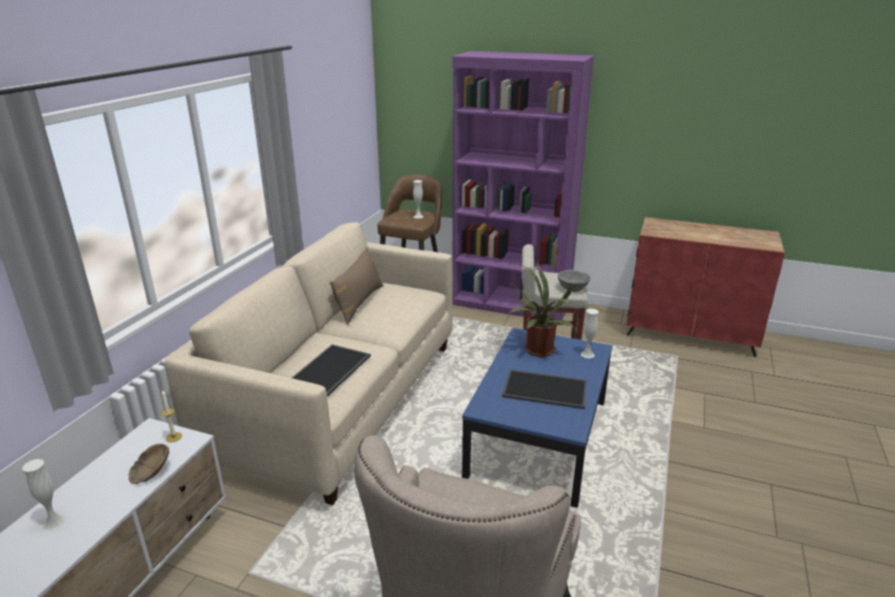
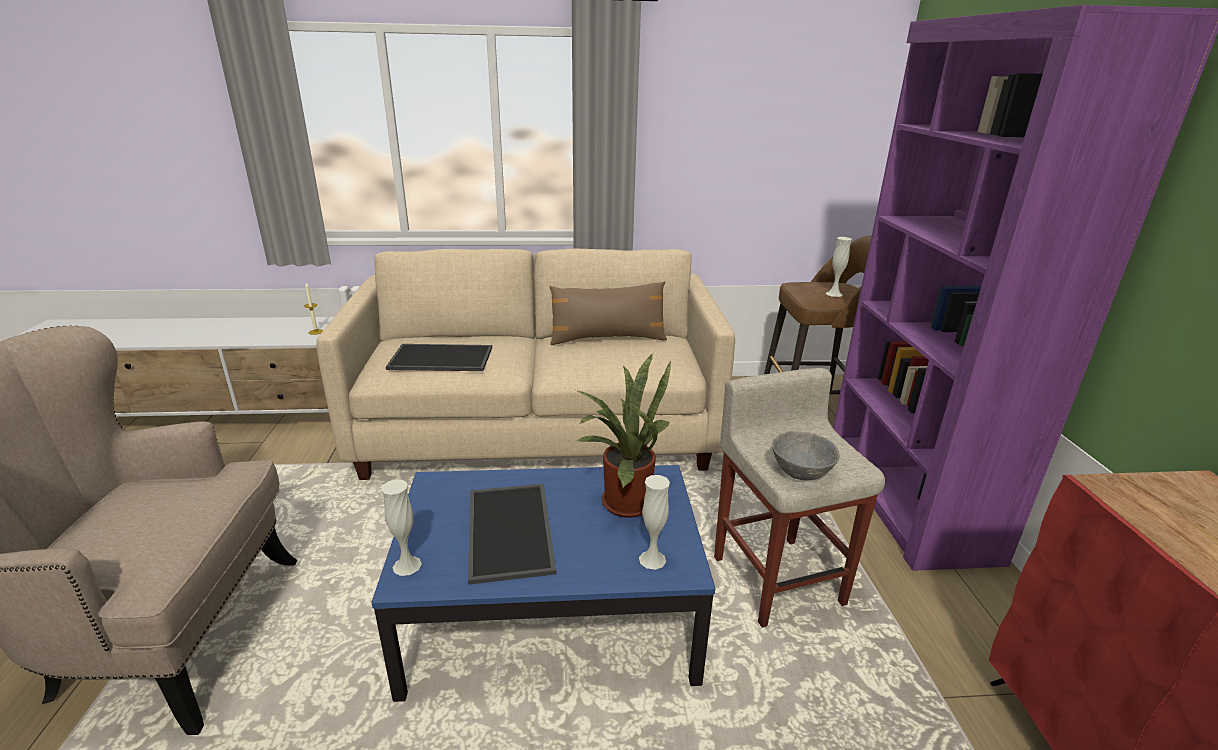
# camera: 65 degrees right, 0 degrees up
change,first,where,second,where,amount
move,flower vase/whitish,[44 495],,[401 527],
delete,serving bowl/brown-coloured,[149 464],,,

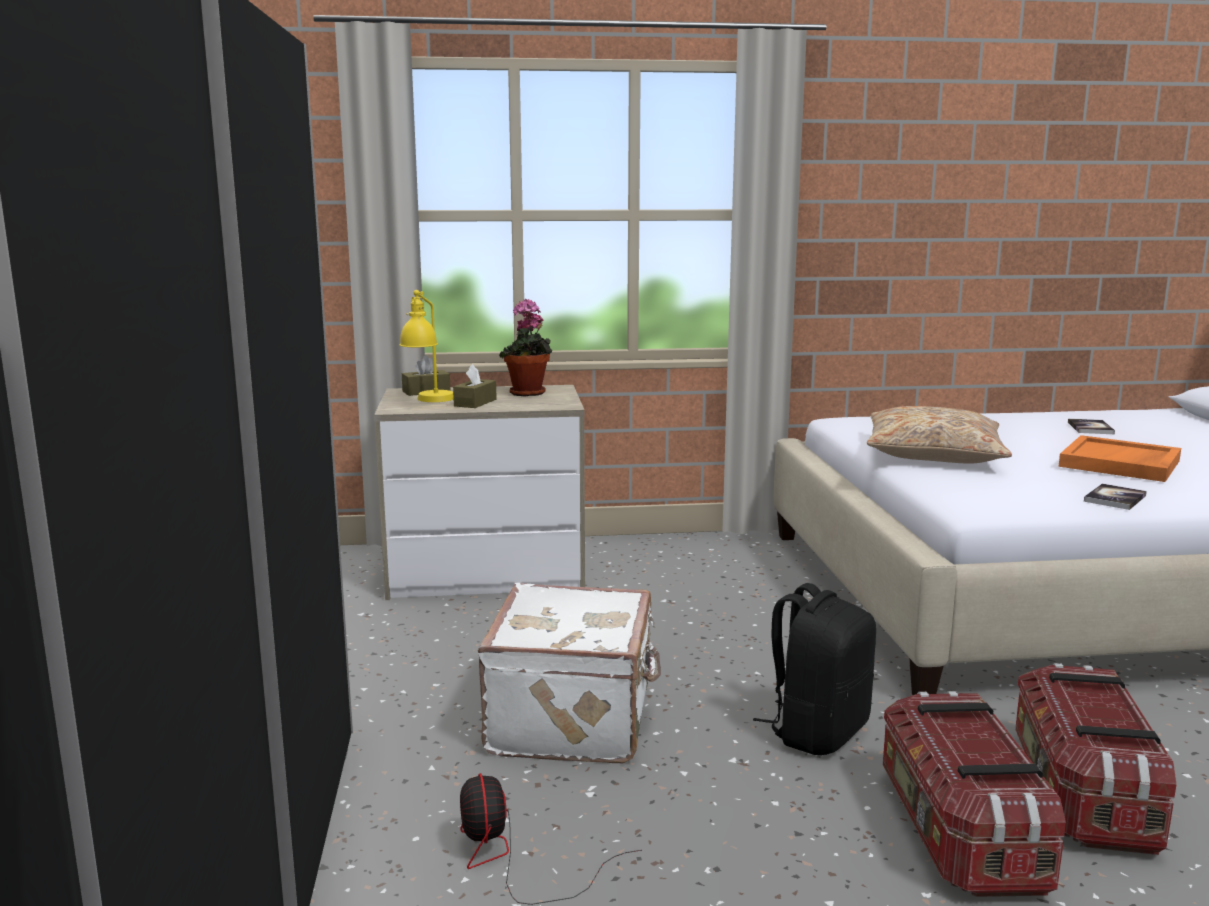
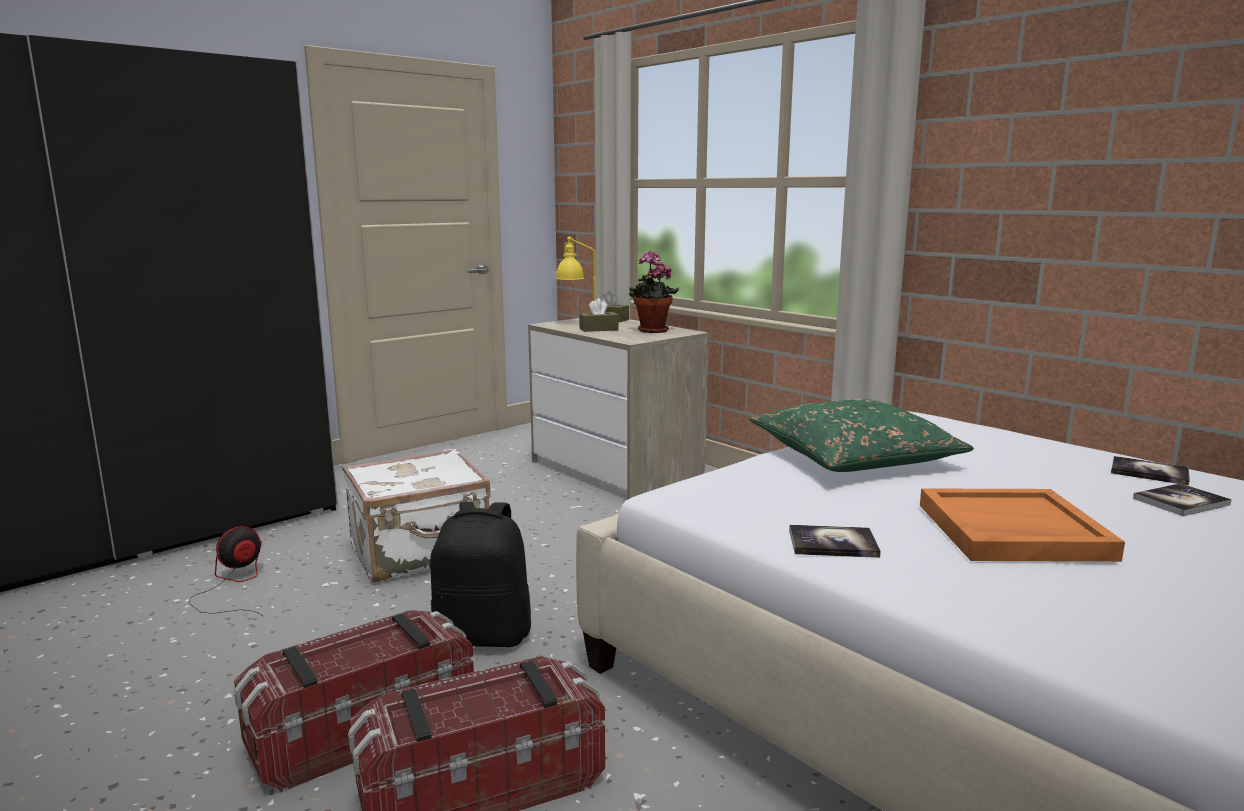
# camera: 55 degrees right, 0 degrees up
change,first,where,second,where,amount
recolor,throw pillow/beige-coloured,[939 435],throw pillow/green-coloured,[862 435],
insert,,,bound book,[1150 470],

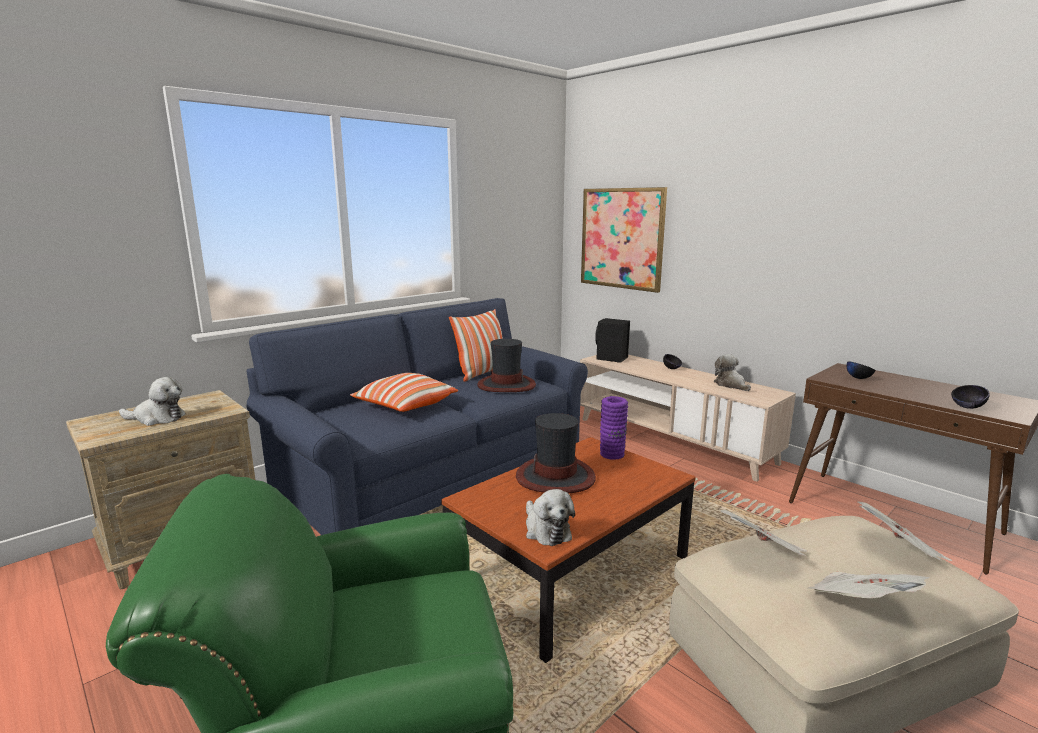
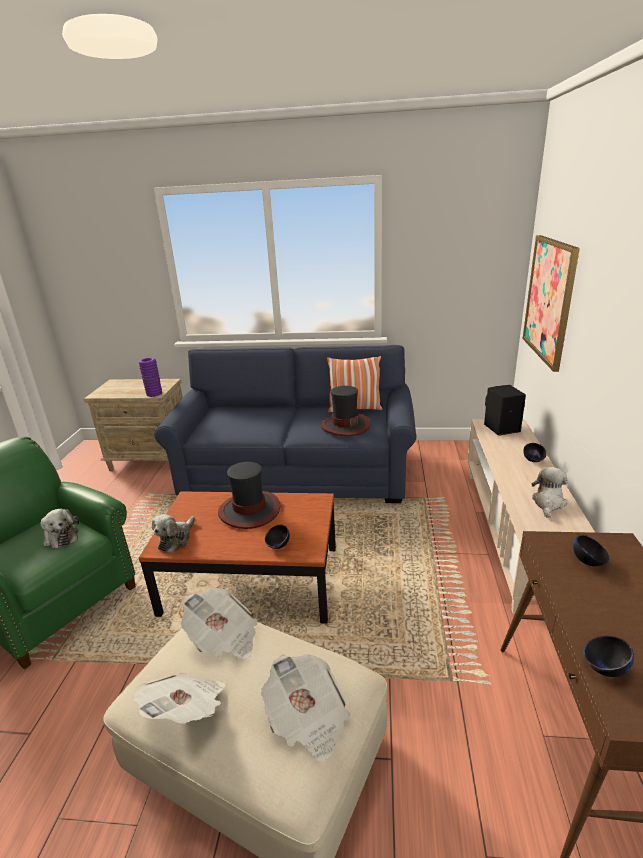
# camera: 50 degrees right, 10 degrees up
change,first,where,second,where,amount
move,soft toy,[152 401],,[60 528],
delete,throw pillow,[404 392],,,
move,flower vase/purplish,[614 428],,[150 377],
insert,,,serving bowl/blackish,[277 537],

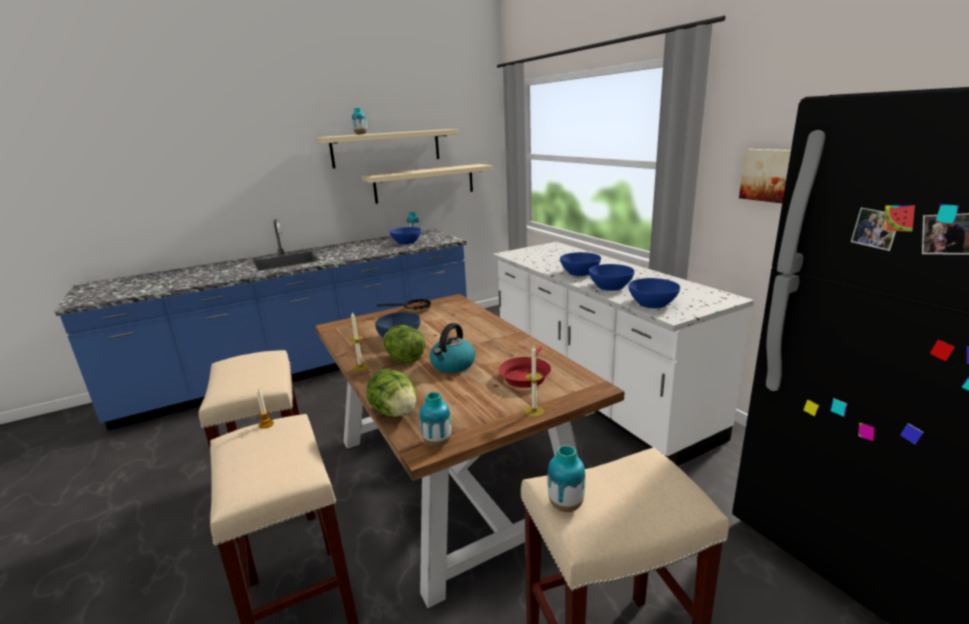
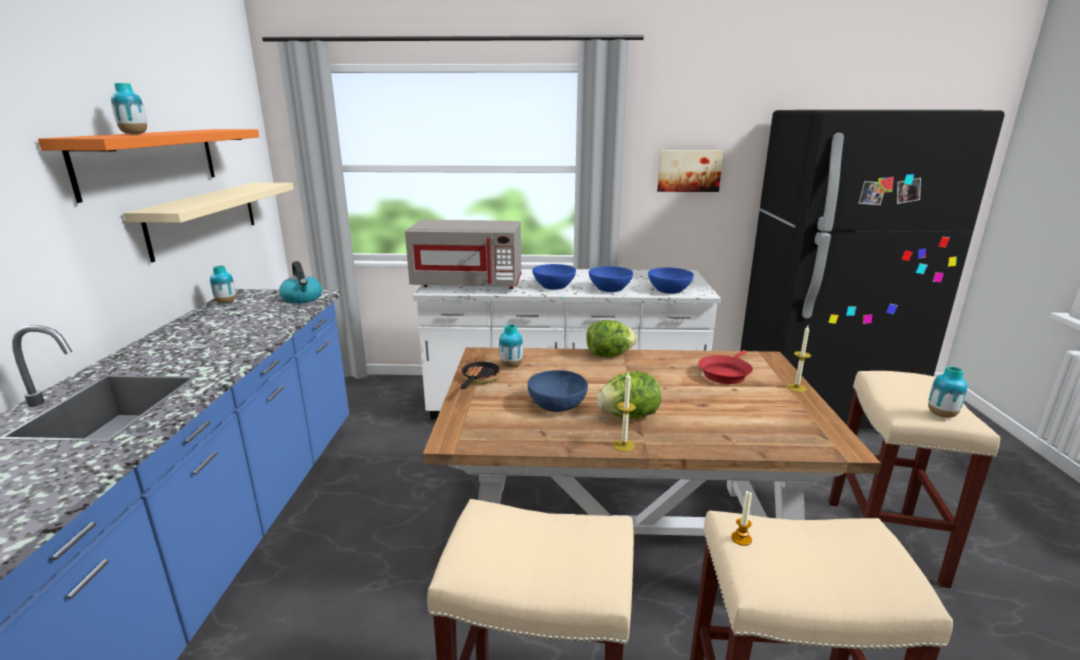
# camera: 60 degrees left, 0 degrees up
change,first,where,second,where,amount
recolor,wall shelf/beige-coloured,[387 148],wall shelf/orangey,[148 166],
move,lettuce,[391 392],,[611 338],
delete,serving bowl/bluish,[405 235],,,
move,flower vase,[435 419],,[511 345],
move,water kettle,[453 348],,[300 282],
rotate,pan/red,[525 367],,[725 367],75 degrees clockwise
insert,,,microwave oven/greyish,[463 254],

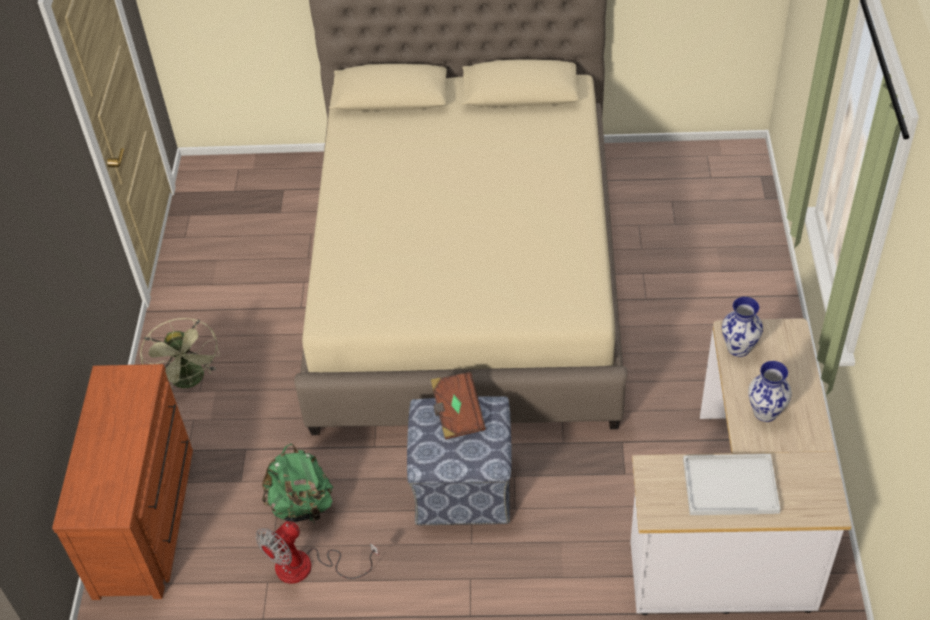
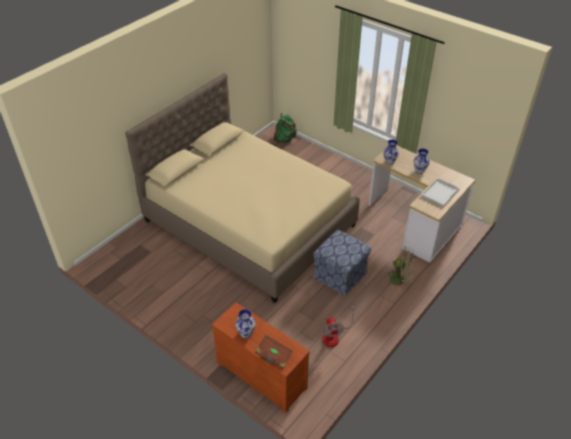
# camera: 55 degrees left, 5 degrees down
change,first,where,second,where,amount
move,fan/green-coloured,[179 354],,[400 268],
move,rucksack/green-coloured,[297 483],,[285 128],
move,bound book/brown-coloured,[458 406],,[274 352],
insert,,,flower vase,[245 323],

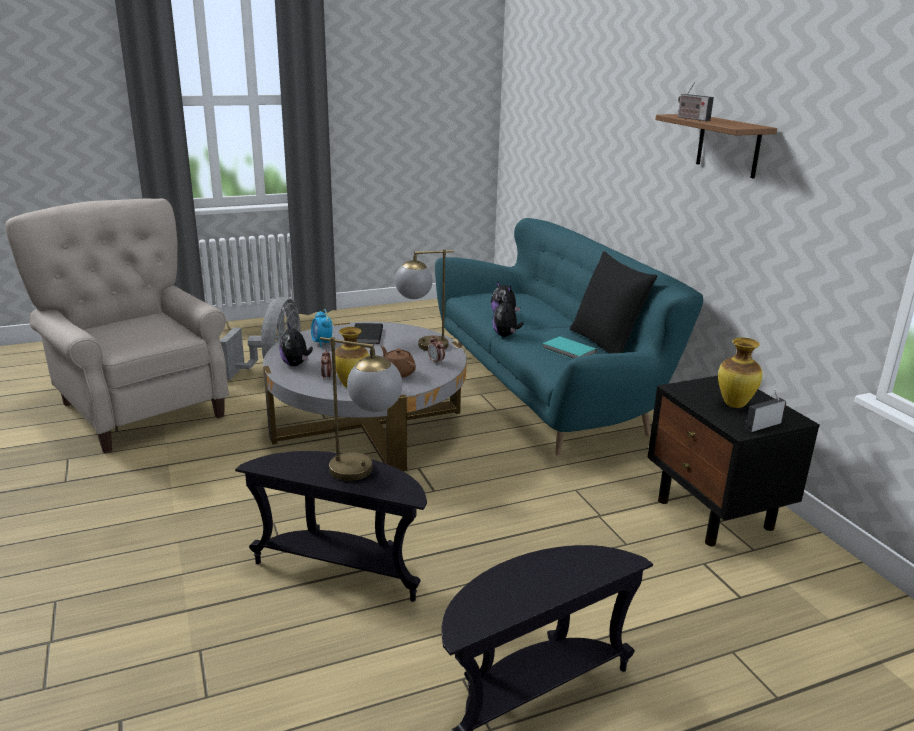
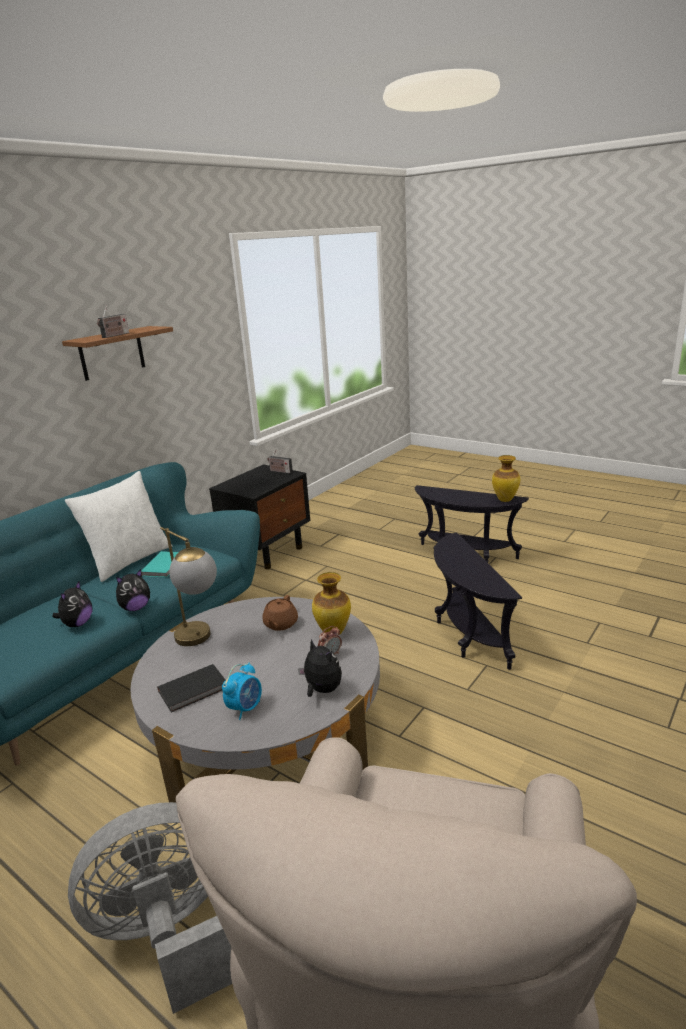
# camera: 120 degrees left, 0 degrees up
change,first,where,second,where,amount
rotate,soft toy,[296 345],,[320 668],75 degrees counterclockwise
delete,lamp for a table,[361 409],,,
delete,bedside clock,[436 350],,,
recolor,throw pillow/blackish,[613 302],throw pillow/whitish,[118 526],
move,flower vase,[740 373],,[506 478],

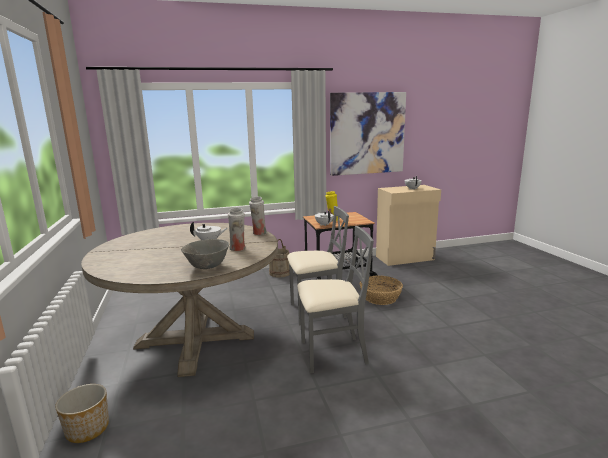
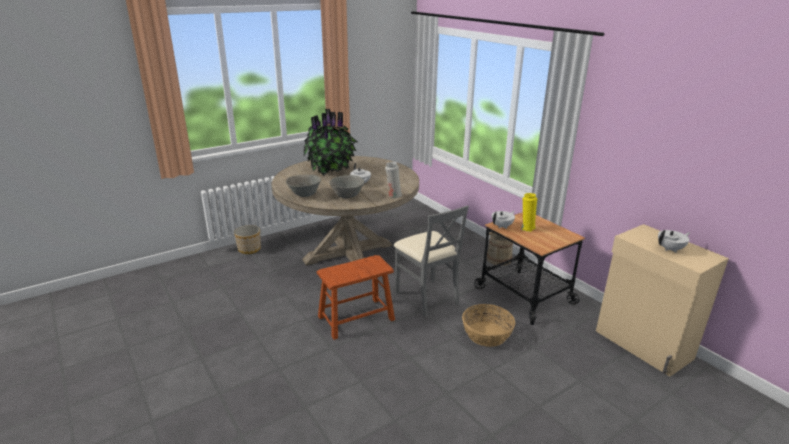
# camera: 70 degrees right, 10 degrees up
change,first,where,second,where,amount
replace,flower vase/whitish,[237 229],serving bowl/greyish,[346 186],
replace,chair/greyish,[335 299],sitting stool/brown-coloured,[356 297],
delete,picture,[368 134],,,
insert,,,plant in a pot,[331 142],

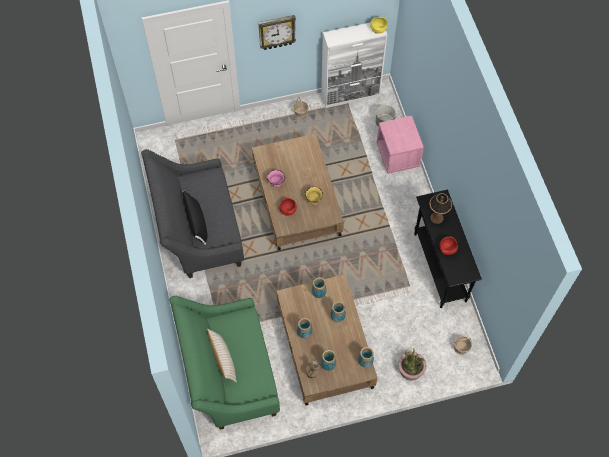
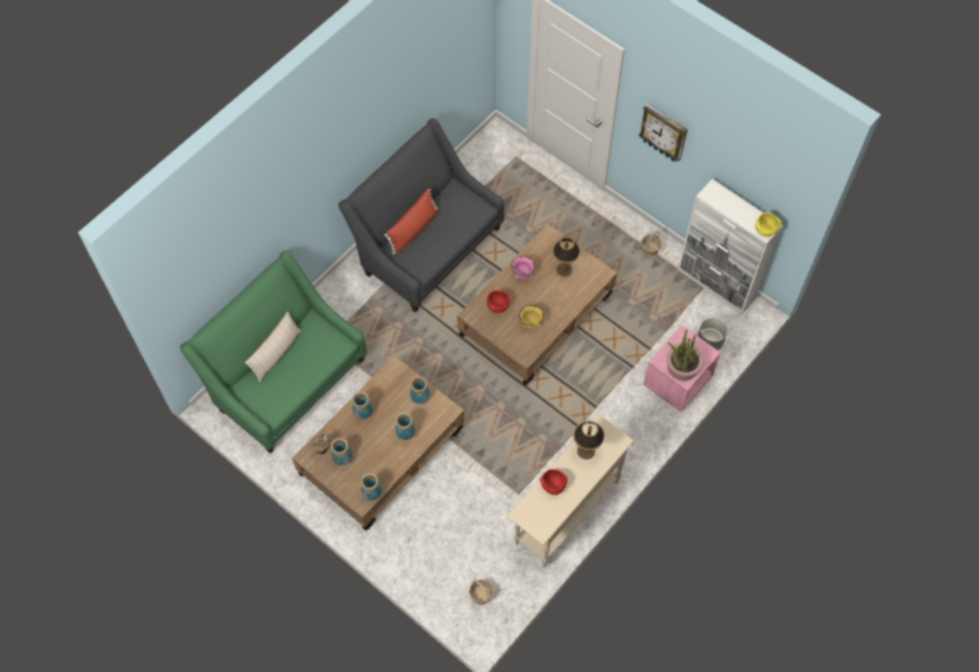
# camera: 55 degrees right, 0 degrees up
change,first,where,second,where,amount
recolor,throw pillow/blackish,[195 217],throw pillow/red,[411 221],
move,plant in a pot,[412 364],,[685 355],
recolor,narrow table/blackish,[448 248],narrow table/beige-coloured,[570 491],
insert,,,lamp for a table,[566 257],

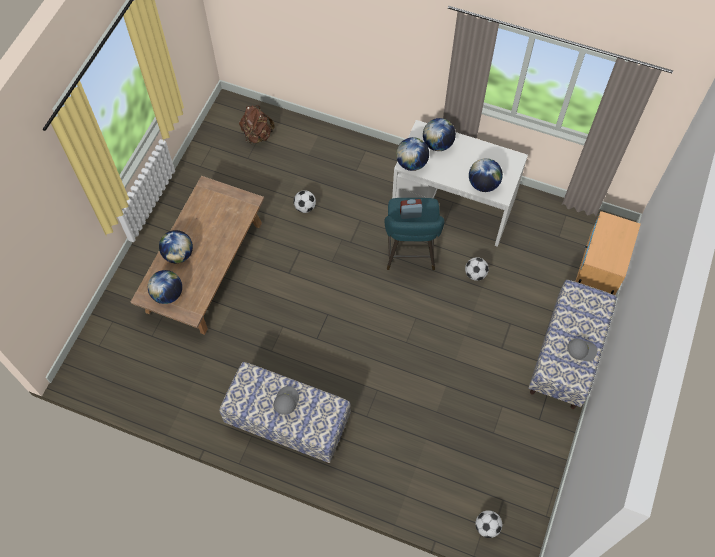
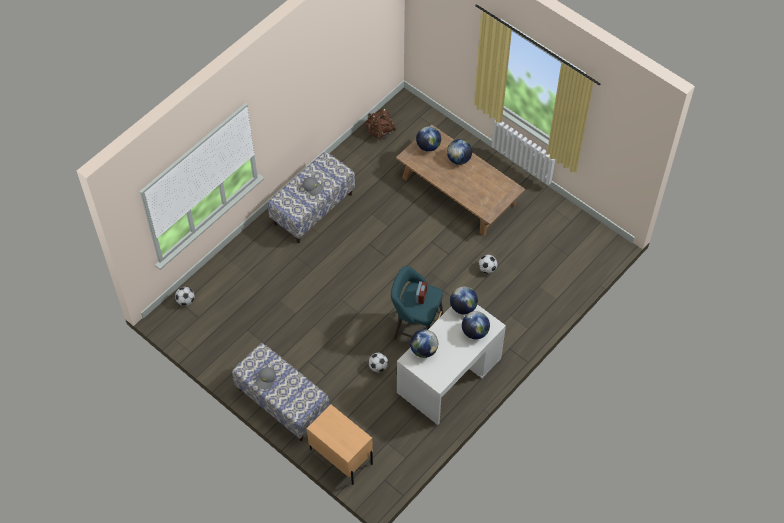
# camera: 110 degrees right, 5 degrees down
change,first,where,second,where,amount
move,rucksack/brown-coloured,[257 125],,[380 125],

